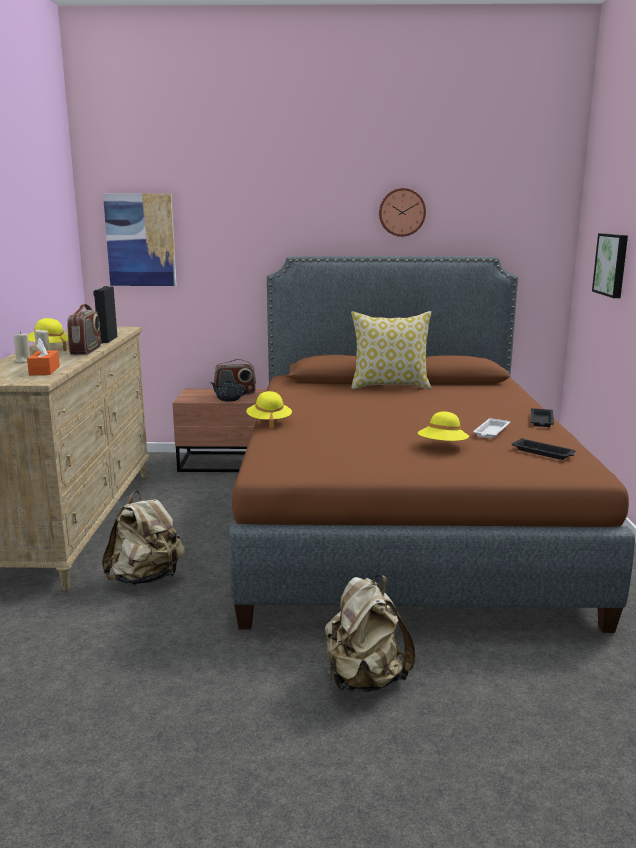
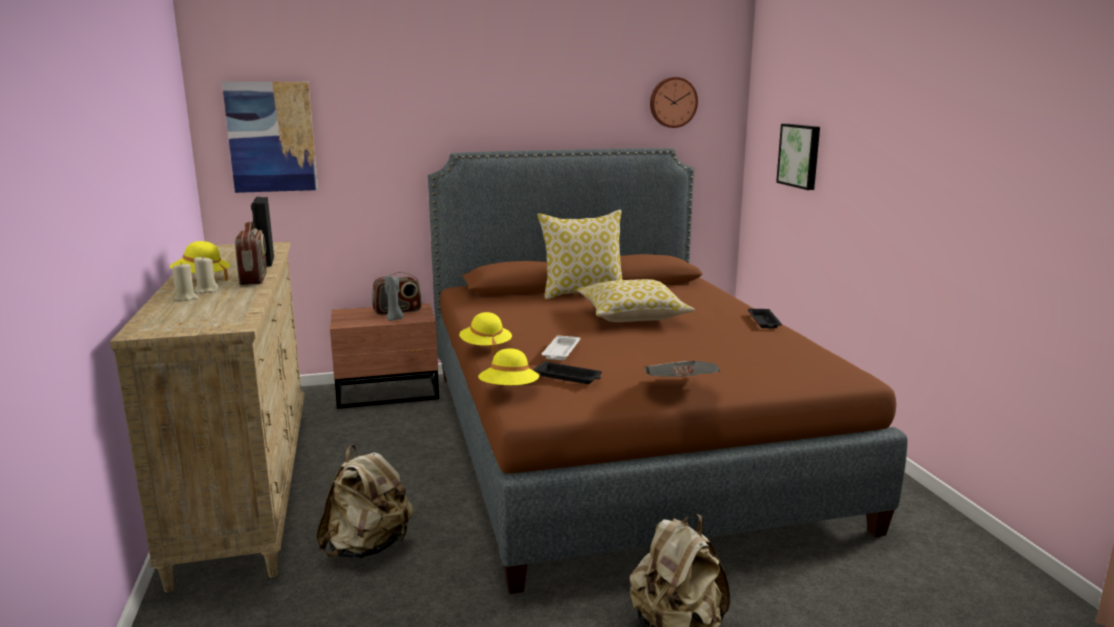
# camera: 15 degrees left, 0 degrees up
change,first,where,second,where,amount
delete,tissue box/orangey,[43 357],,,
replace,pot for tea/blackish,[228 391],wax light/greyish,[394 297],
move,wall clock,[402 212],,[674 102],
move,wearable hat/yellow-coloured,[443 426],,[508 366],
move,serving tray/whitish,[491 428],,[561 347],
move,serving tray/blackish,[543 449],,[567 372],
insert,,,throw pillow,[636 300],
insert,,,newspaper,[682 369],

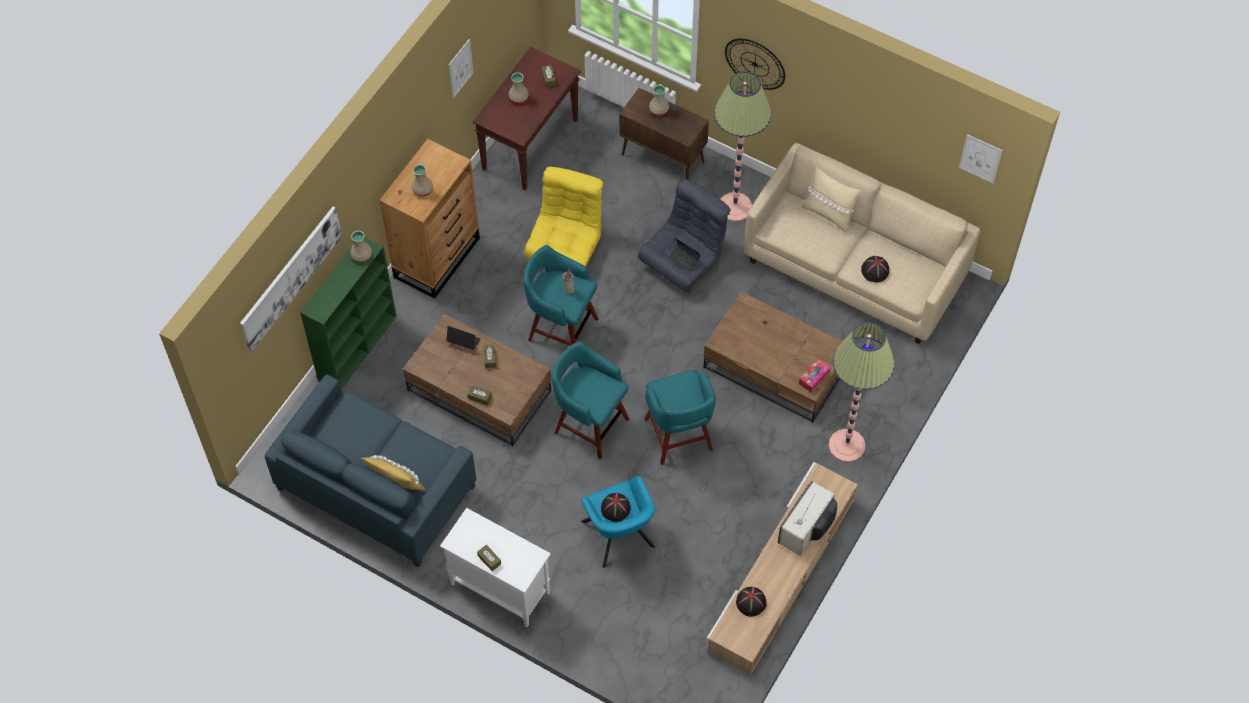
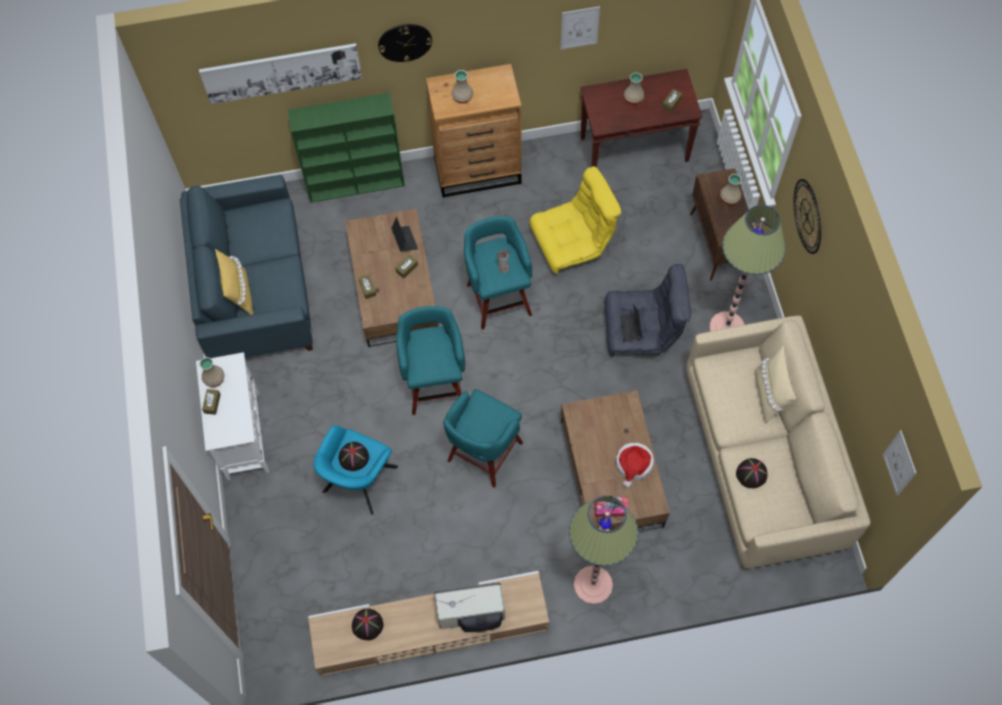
# camera: 50 degrees right, 5 degrees up
change,first,where,second,where,amount
move,flower vase/beige-coloured,[361 247],,[211 372],
insert,,,wall clock,[405 43],
insert,,,wearable hat,[635 465],

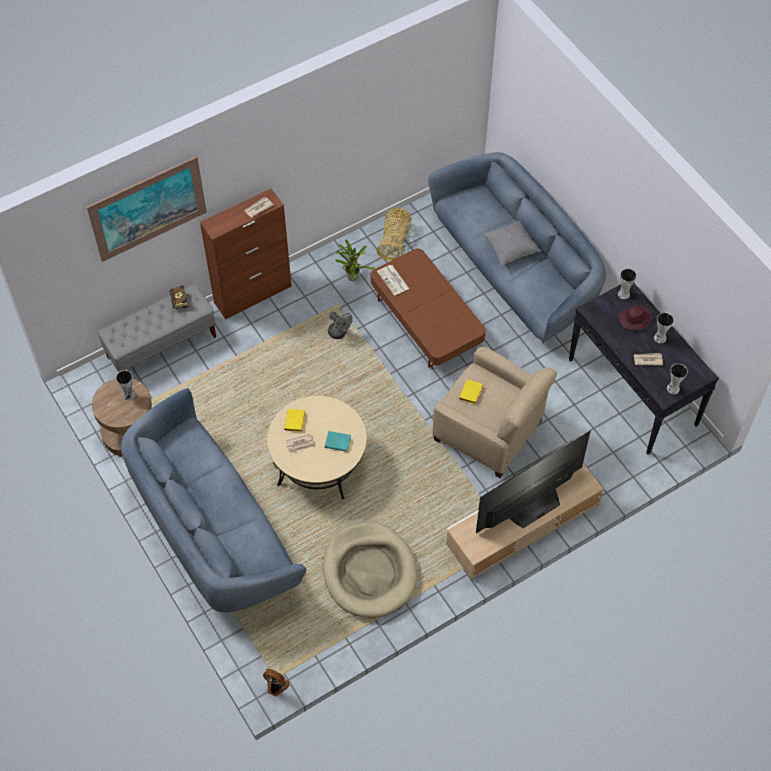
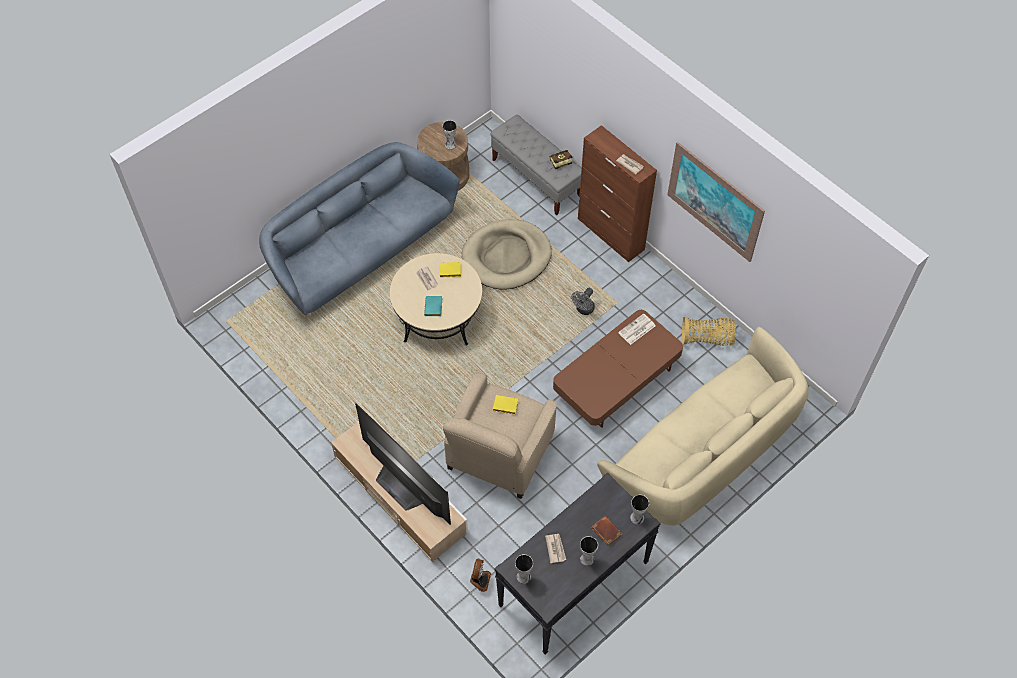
# camera: 80 degrees right, 0 degrees up
change,first,where,second,where,amount
move,picture,[147 209],,[716 202],
move,fan,[276 682],,[480 575],
move,dog cushion/beige-coloured,[370 570],,[507 254],
delete,plant in a pot,[355 260],,,
recolor,sofa/bluish,[517 248],sofa/beige-coloured,[703 426],
delete,throw pillow/greyish,[511 243],,,
replace,wearable hat/purplish,[635 318],bound book/brown-coloured,[607 531],

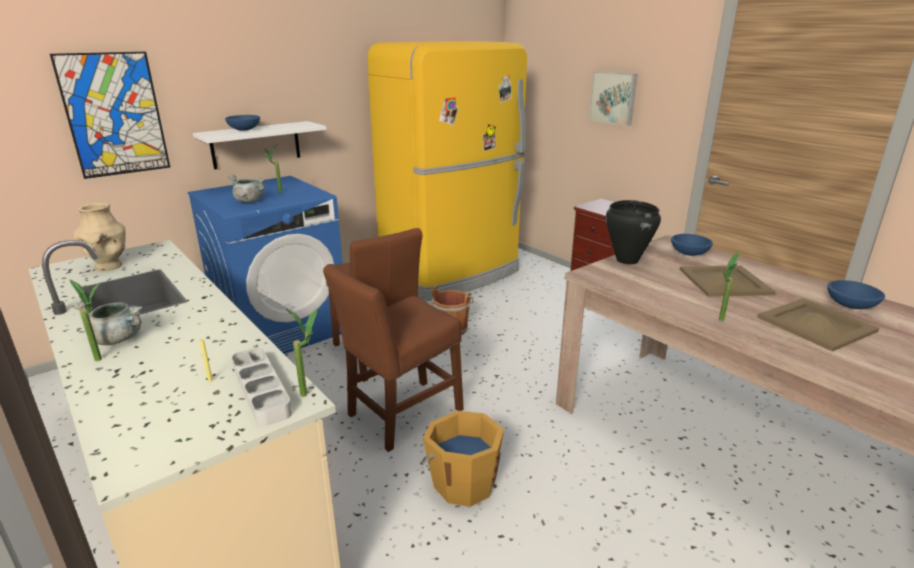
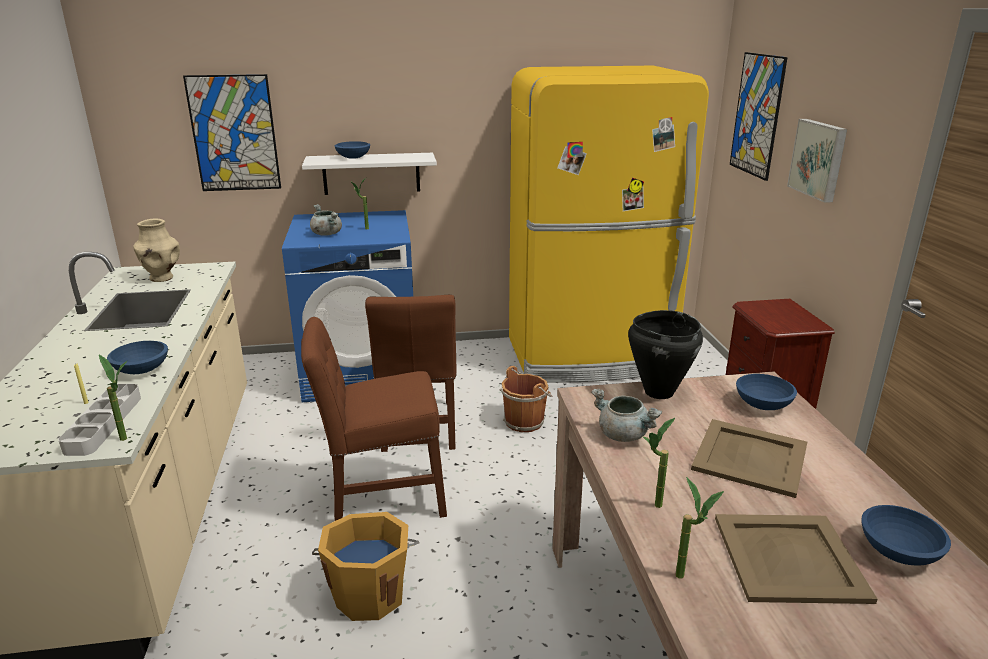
# camera: 30 degrees right, 0 degrees up
change,first,where,second,where,amount
move,plant in a pot,[85 320],,[700 528],
move,cooking pot/greyish,[107 323],,[626 415],
insert,,,serving bowl/bluish,[137 357],
insert,,,picture,[759 116],

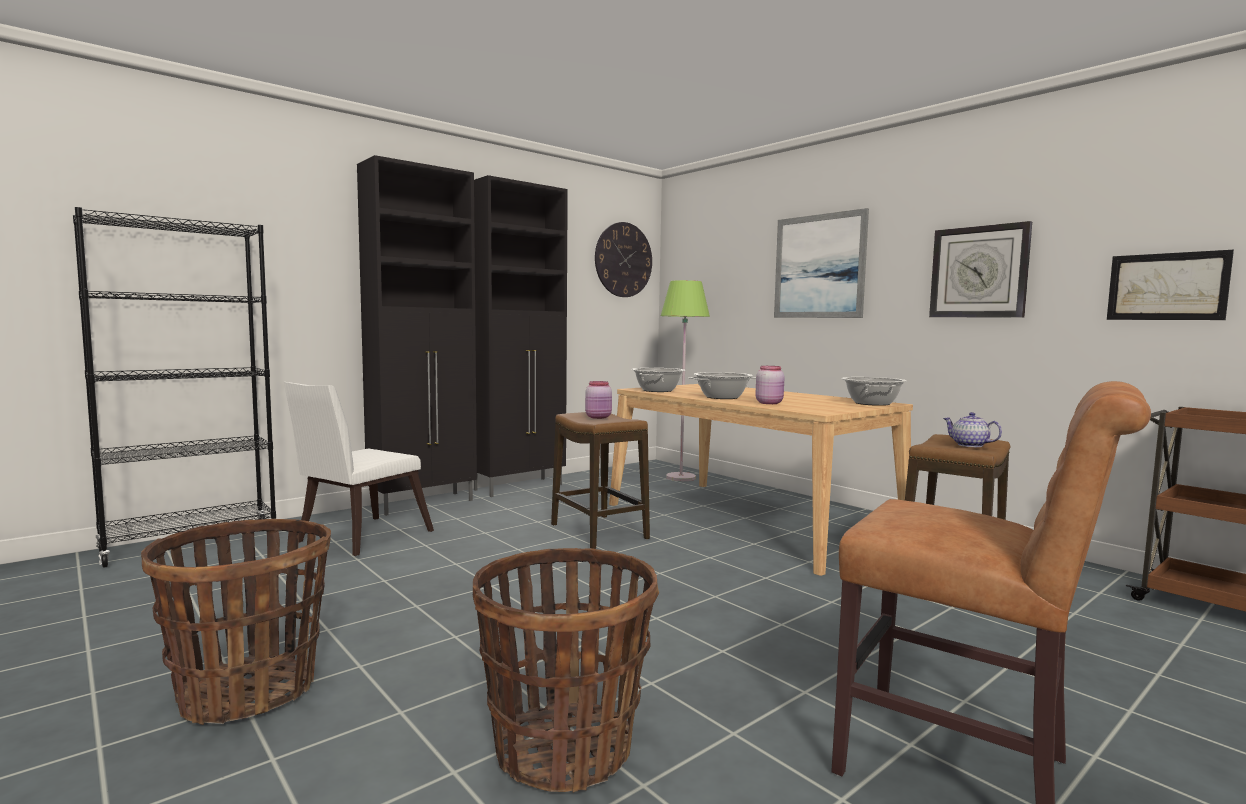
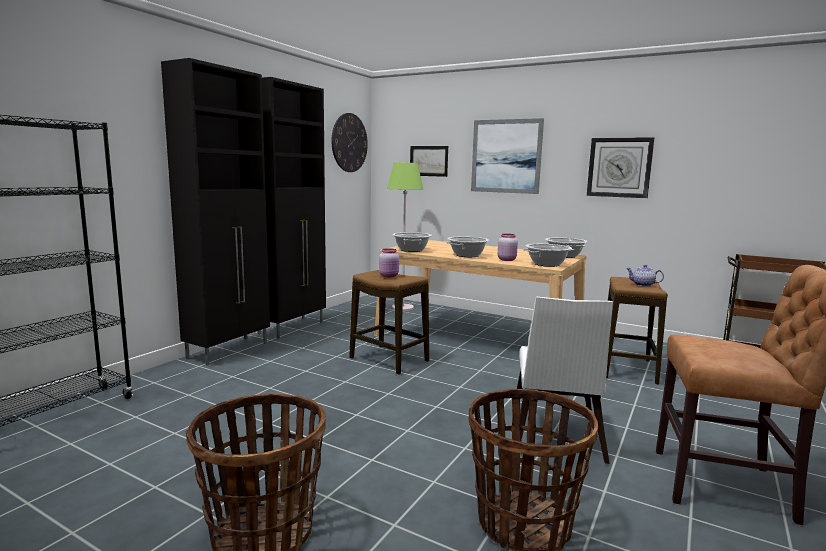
# camera: 20 degrees left, 5 degrees up
change,first,where,second,where,amount
move,chair/whitish,[359 469],,[565 380],
move,picture,[1170 285],,[429 161],
insert,,,cooking pot,[548 255],

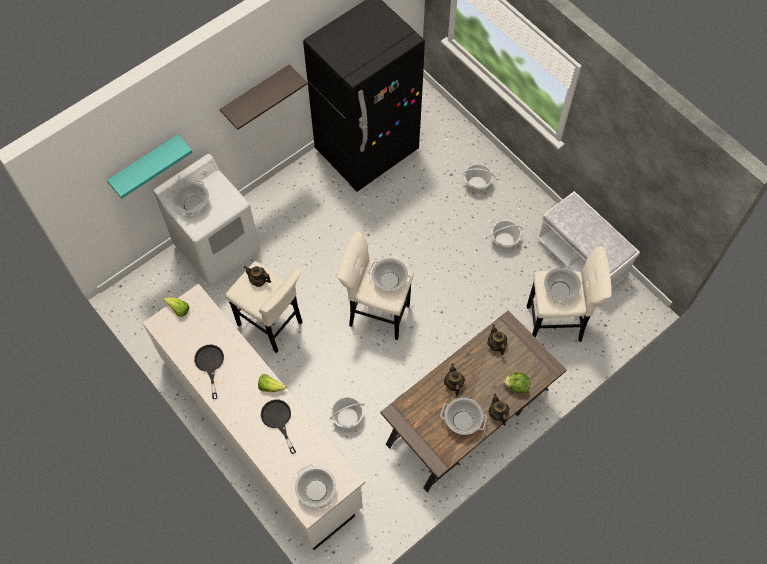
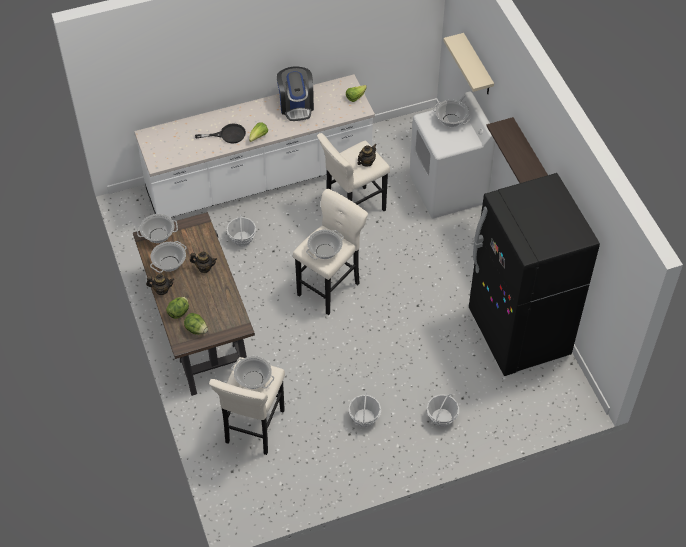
# camera: 110 degrees right, 10 degrees down
change,first,where,second,where,amount
recolor,wall shelf/turquoise-coloured,[150 167],wall shelf/beige-coloured,[468 63],
replace,pan/blackish,[209 372],coffee maker,[295 93],
move,cooking pot,[315 487],,[157 228],
delete,pot for tea,[497 339],,,
delete,long seat/whitish,[588 239],,,
insert,,,lettuce,[196 324],

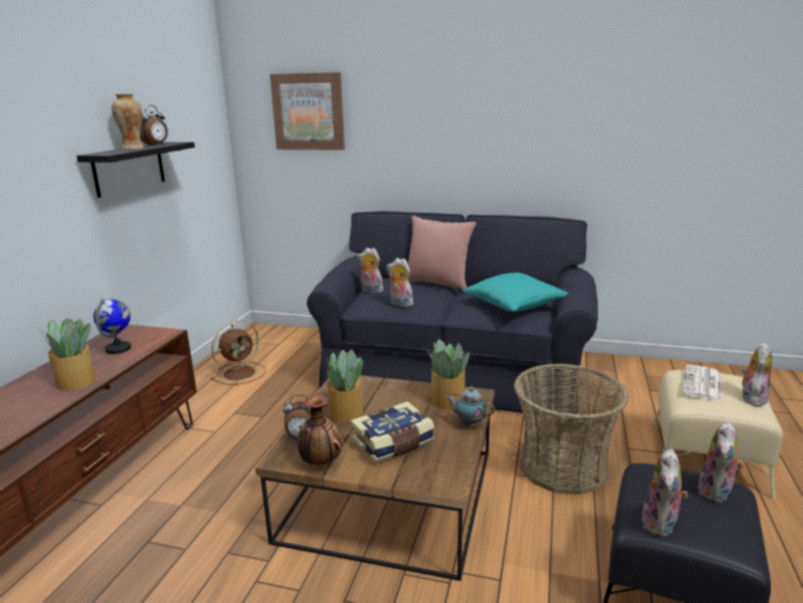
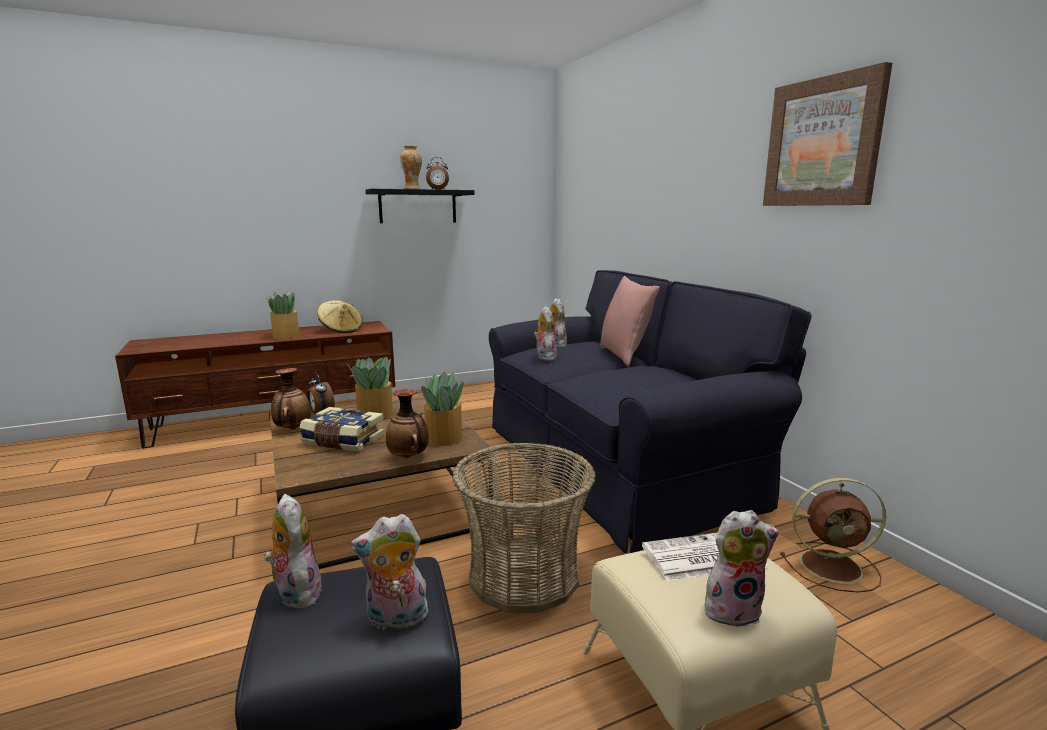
# camera: 50 degrees right, 5 degrees down
change,first,where,second,where,amount
replace,globe,[112 326],wearable hat/beige-coloured,[340 316],
move,fan/brown-coloured,[238 352],,[833 535],
move,picture,[307 111],,[827 134],
replace,pot for tea,[470 406],flower vase,[407 423],
delete,throw pillow/turquoise-coloured,[515 292],,,
rotate,soft toy,[664 492],,[294 551],75 degrees clockwise

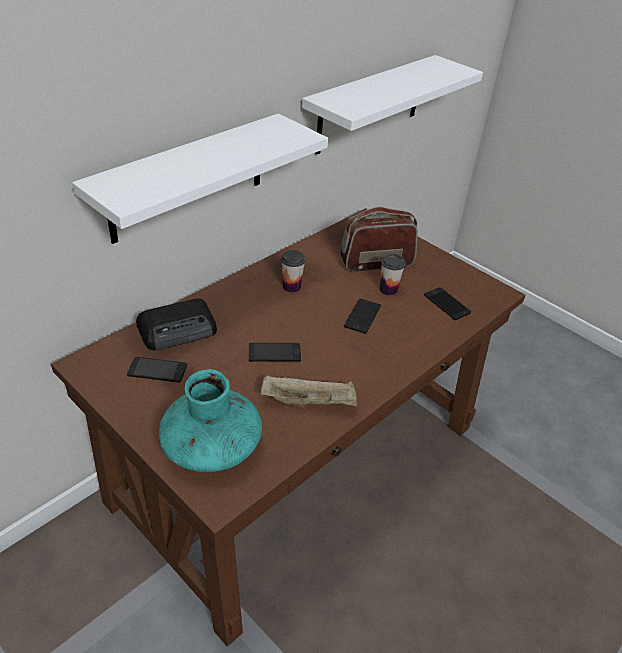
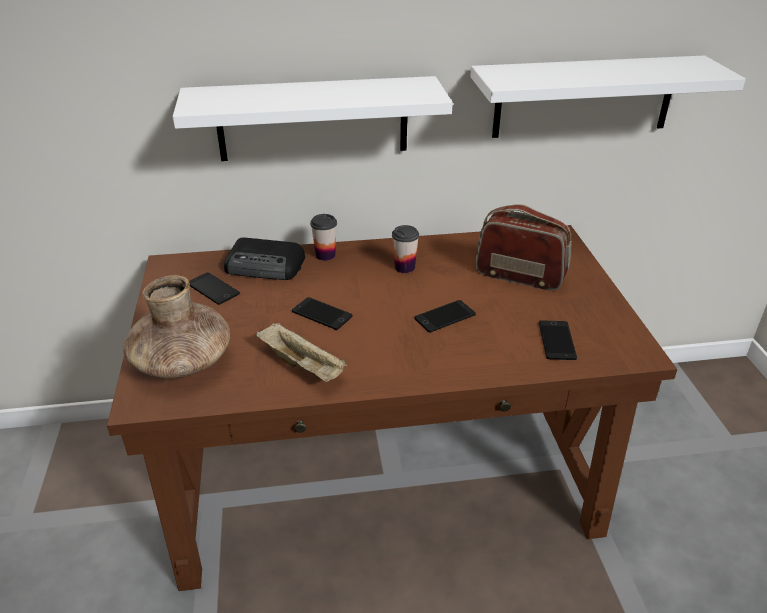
# camera: 40 degrees right, 5 degrees down
change,first,where,second,where,amount
recolor,flower vase/turquoise-coloured,[210 420],flower vase/brown-coloured,[176 326],
move,small cup,[393 275],,[323 237],

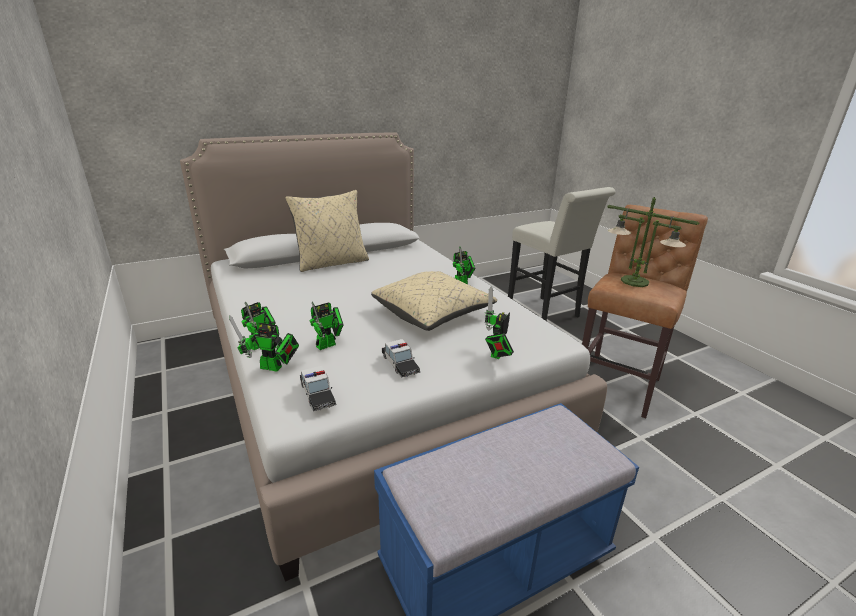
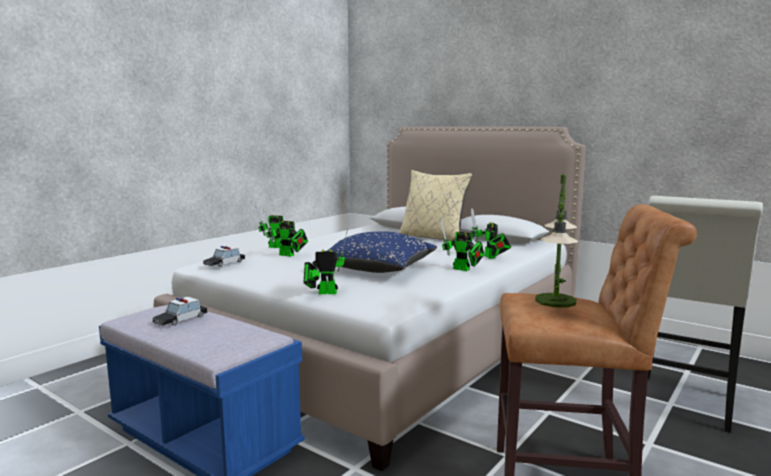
# camera: 65 degrees right, 15 degrees down
change,first,where,second,where,amount
move,toy robot,[264 343],,[491 233],
recolor,throw pillow/beige-coloured,[434 301],throw pillow/bluish,[382 252],
move,miniature car,[401 358],,[179 311],

